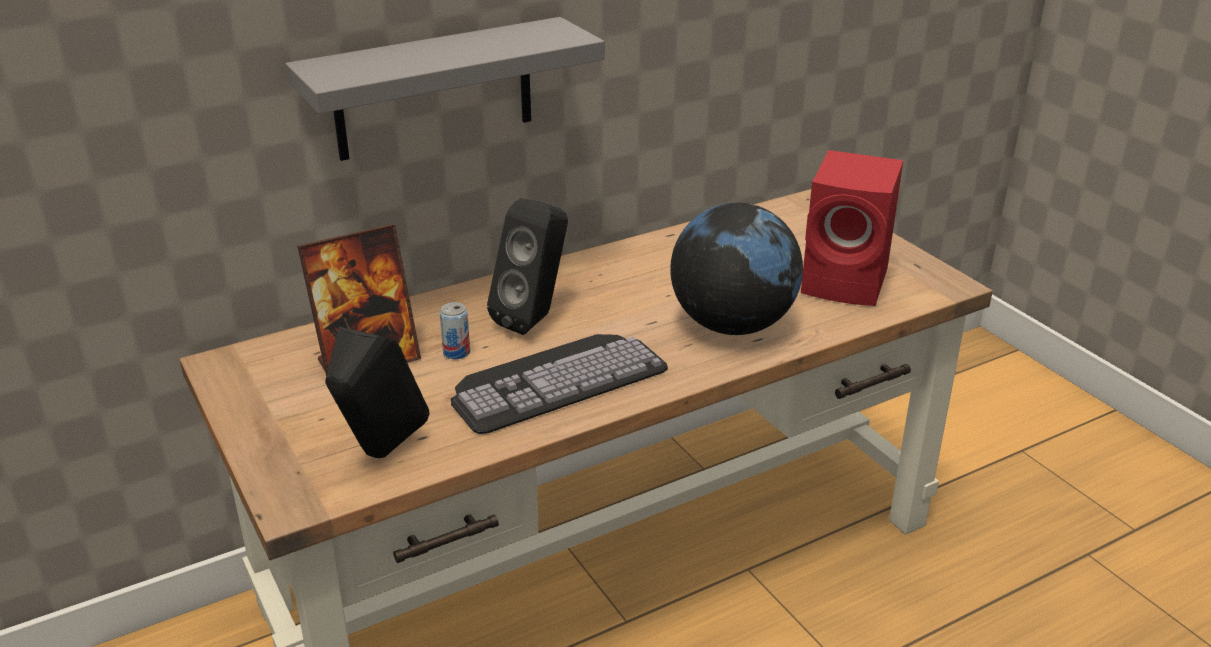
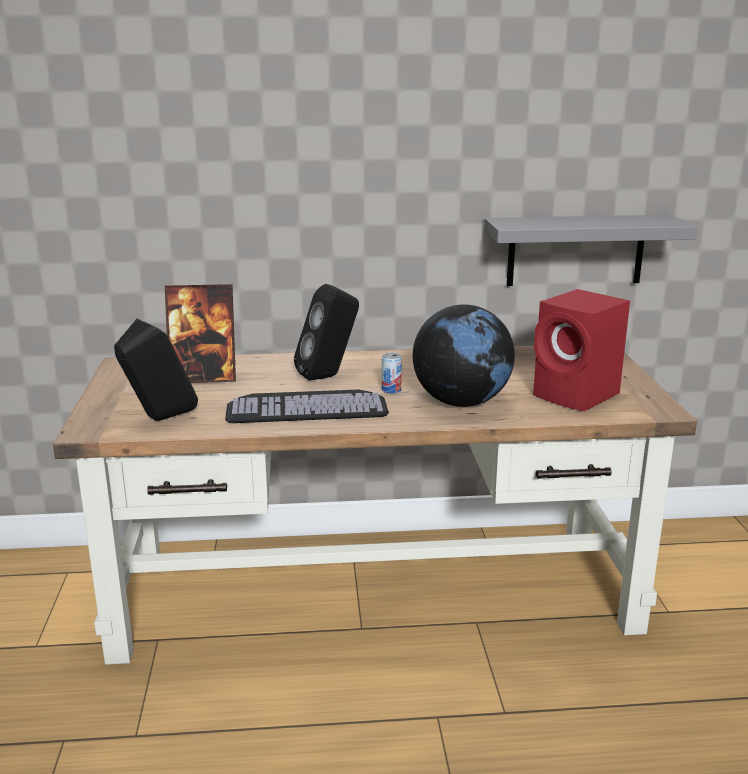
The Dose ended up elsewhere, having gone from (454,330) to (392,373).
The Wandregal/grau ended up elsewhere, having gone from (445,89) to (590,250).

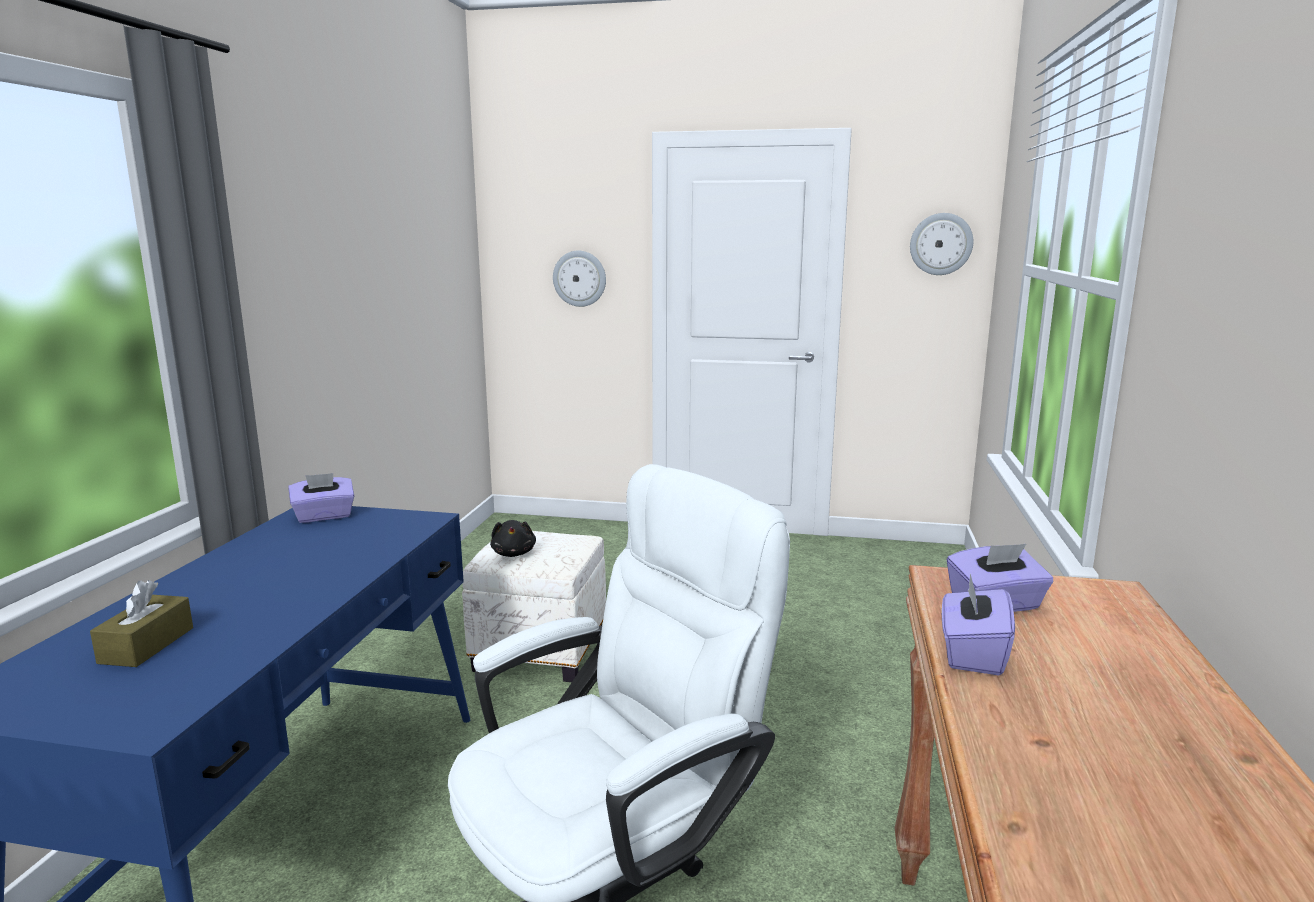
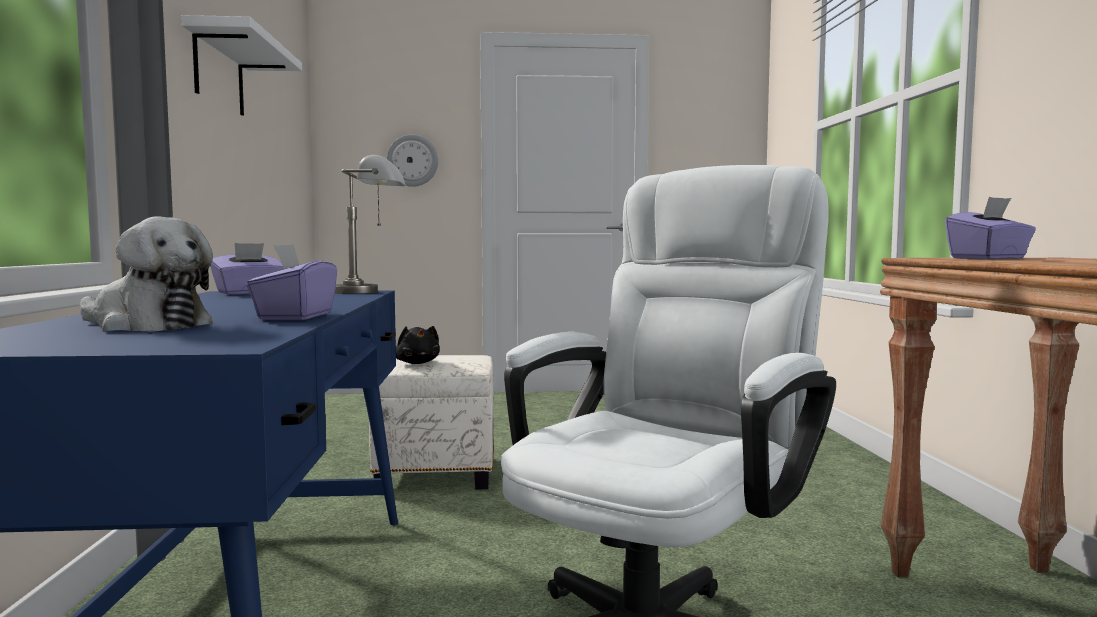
Where the Taschentuchbox/braun stood at (141,623), the Plüschtier came to stand at (146,274).
The second view gained the Wandregal/weiß at (241,65).
The Taschentuchbox/lila ended up elsewhere, having gone from (978,624) to (291,282).
The second view gained the Tischlampe/grau at (370,224).
The second view lost the Wanduhr at (941,244).

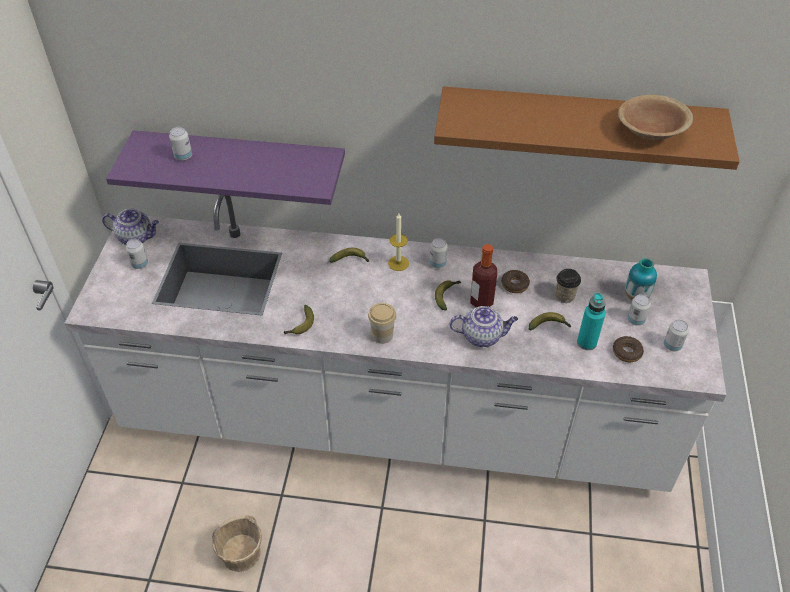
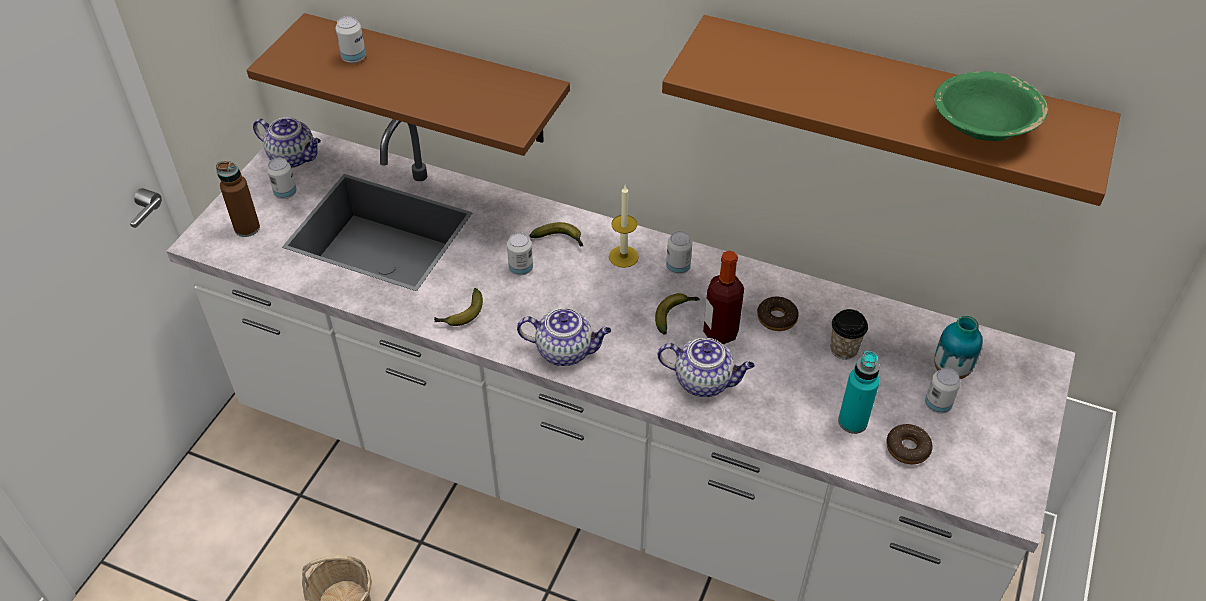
The second view gained the Flasche/braun at (238,199).
What was the Wandregal/lila at (225,167) turned into the Wandregal/braun at (408,84).
The Dose ended up elsewhere, having gone from (676,335) to (520,254).
Where the Tasse stood at (382,323), the Teekanne came to stand at (564,337).
What was the Schüssel/braun at (655,117) turned into the Schüssel/grün at (991,106).
The second view lost the Banane at (550,321).

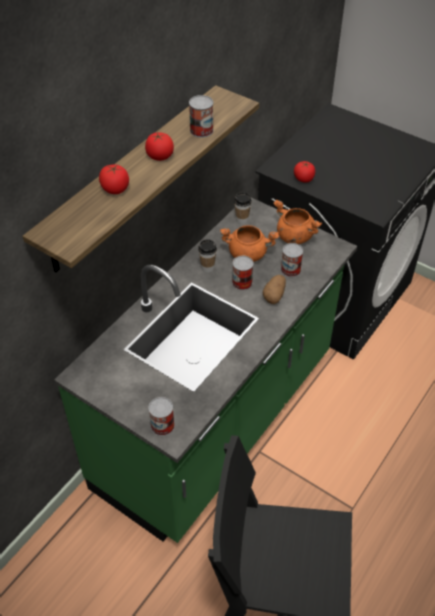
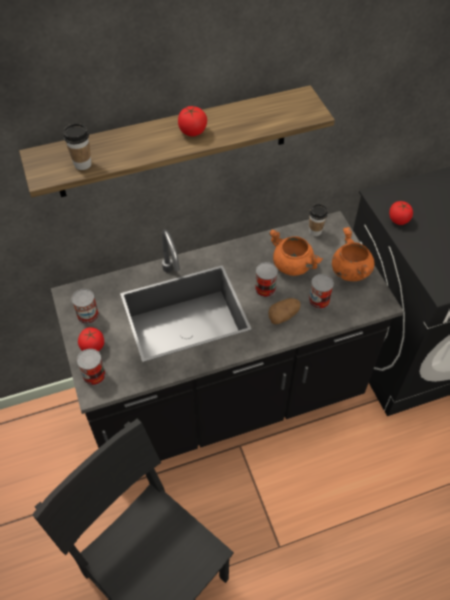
What was the Küchenzeile/grün at (205,370) turned into the Küchenzeile/schwarz at (227,336).
The Tasse ended up elsewhere, having gone from (207,256) to (77,146).
The Dose ended up elsewhere, having gone from (201,116) to (85,306).
The Tomate ended up elsewhere, having gone from (114,179) to (91,339).

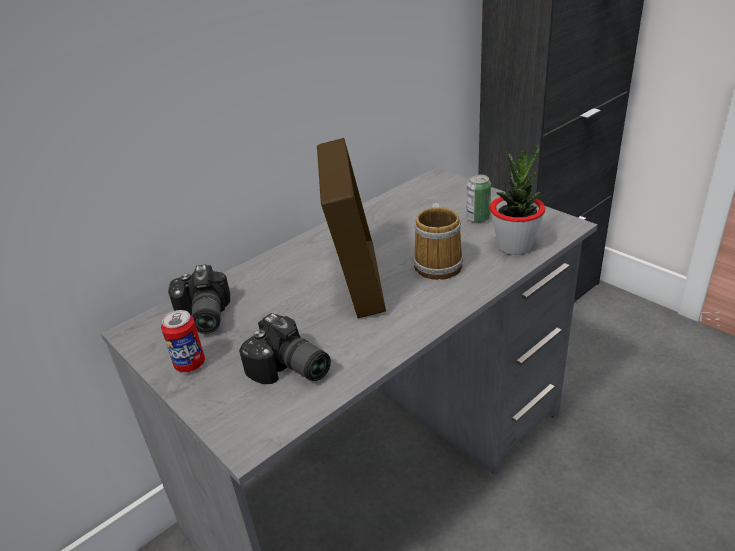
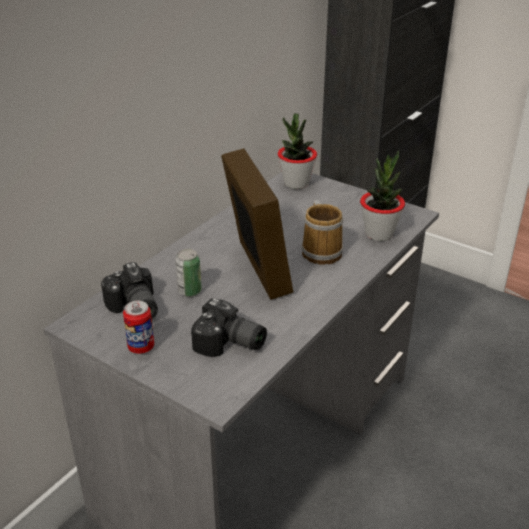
The Dose ended up elsewhere, having gone from (478,198) to (188,273).
The second view gained the Topfpflanze at (297,151).

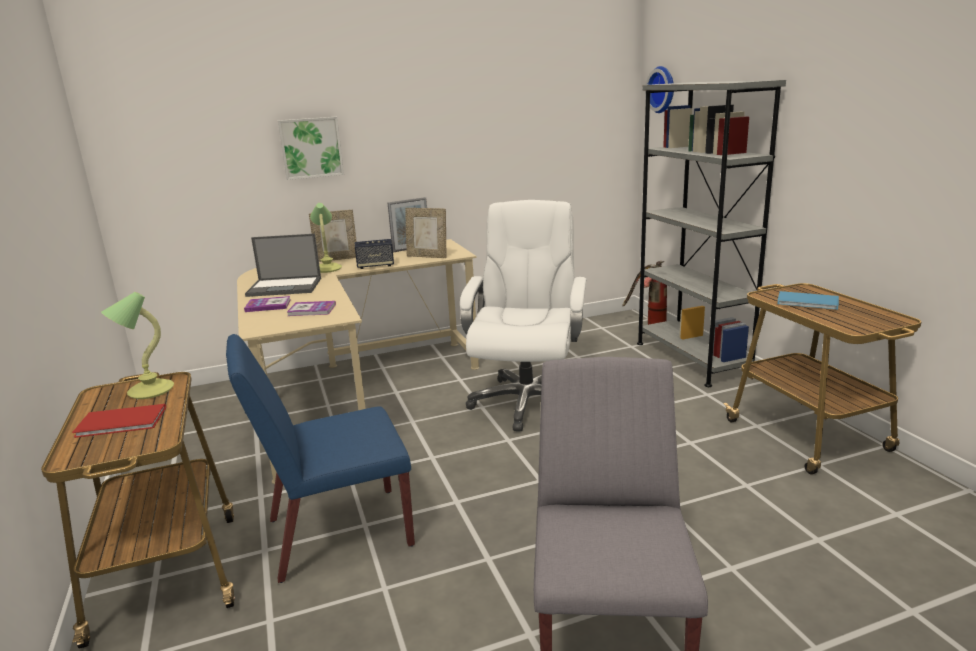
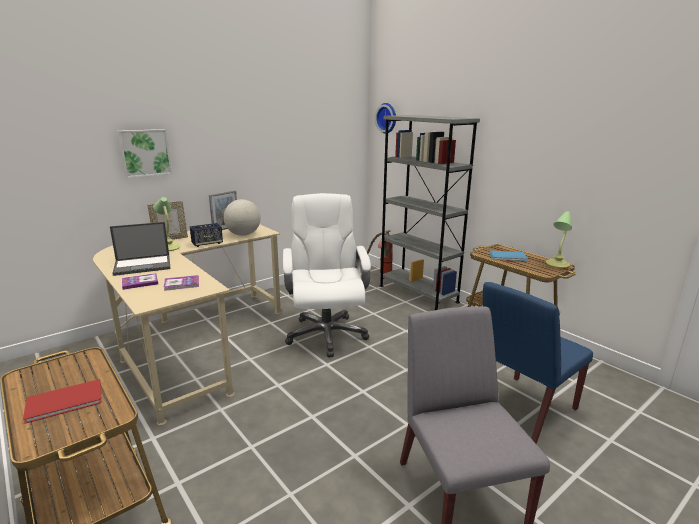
Where the Bilderrahmen stood at (425,233), the Globus came to stand at (242,217).
The Stuhl/blau ended up elsewhere, having gone from (320,458) to (538,363).
The Tischlampe ended up elsewhere, having gone from (137,345) to (559,239).

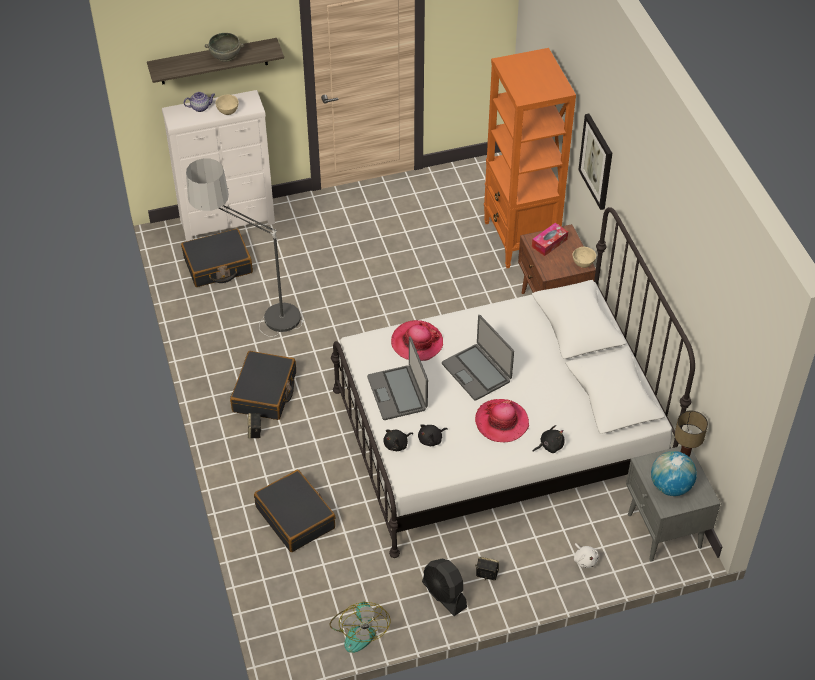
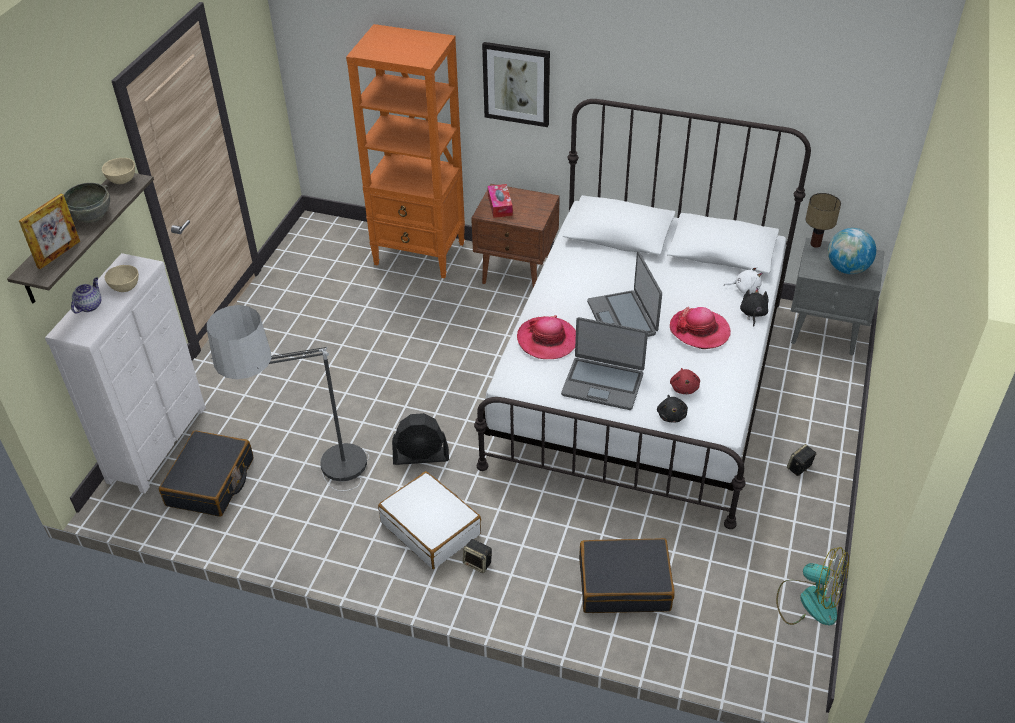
The second view gained the Bilderrahmen at (49,231).
The Schüssel/beige ended up elsewhere, having gone from (584,257) to (118,171).
What was the Koffer/schwarz at (263,385) turned into the Koffer/weiß at (429,520).
The Ventilator/schwarz ended up elsewhere, having gone from (444,587) to (420,439).
The Laptop at (478,358) ended up facing another way, 75 degrees clockwise from before.
What was the Plüschtier/schwarz at (433,435) turned into the Plüschtier/rot at (685,381).
The Plüschtier/weiß ended up elsewhere, having gone from (586,555) to (743,280).

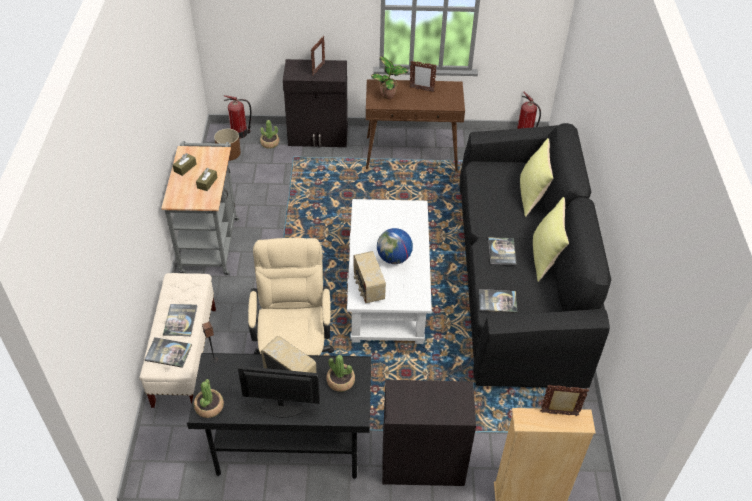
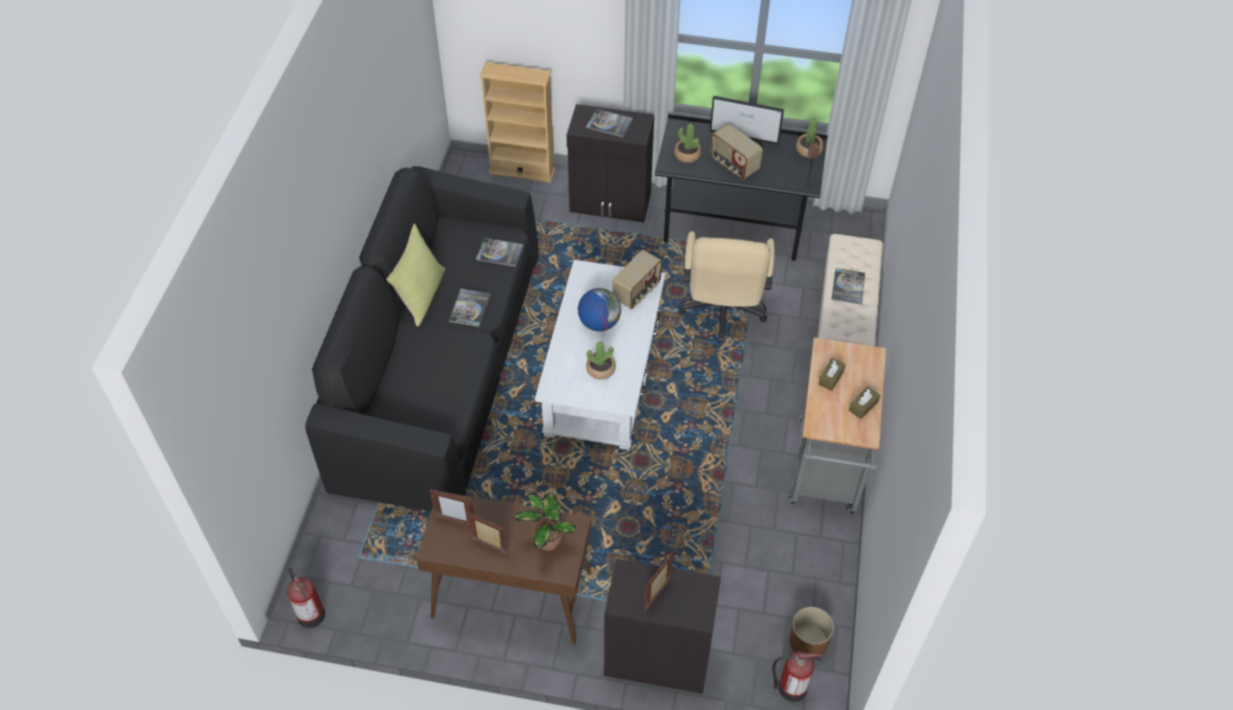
The Bilderrahmen ended up elsewhere, having gone from (564,400) to (451,507).
The Buch ended up elsewhere, having gone from (168,352) to (609,123).
The Topfpflanze ended up elsewhere, having gone from (269,134) to (601,360).
The Radio at (369,277) ended up facing another way, 45 degrees clockwise from before.
The second view lost the Kissen/gelb at (536,177).

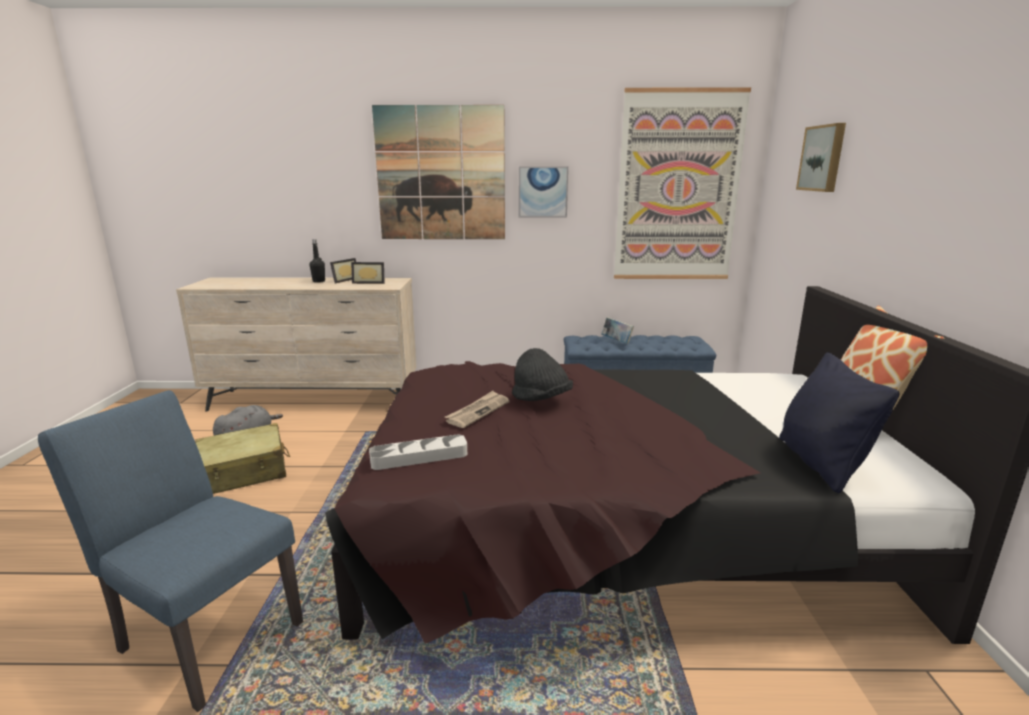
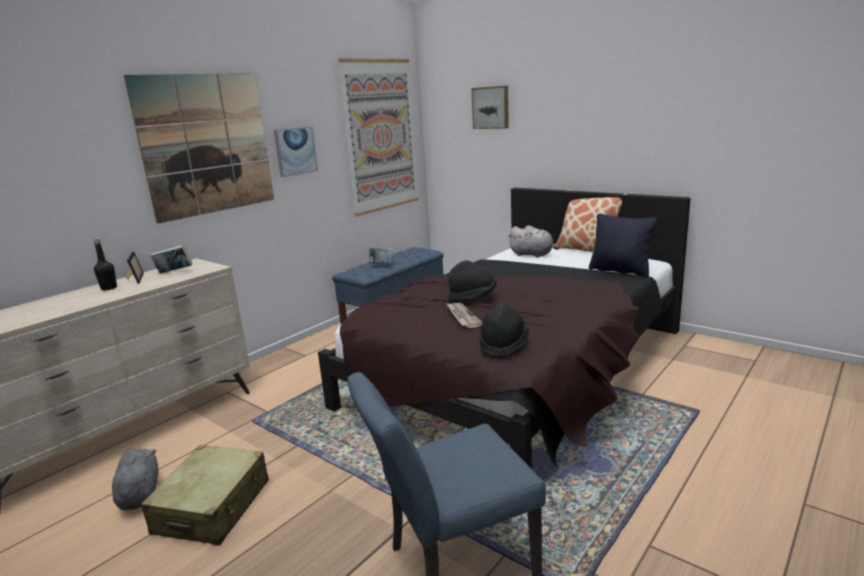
Where the Bilderrahmen stood at (368,273), the Buch came to stand at (171,259).
Where the Tablett/grau stood at (418,452), the Hut/schwarz came to stand at (504,331).
The second view gained the Plüschtier/grau at (533,241).

